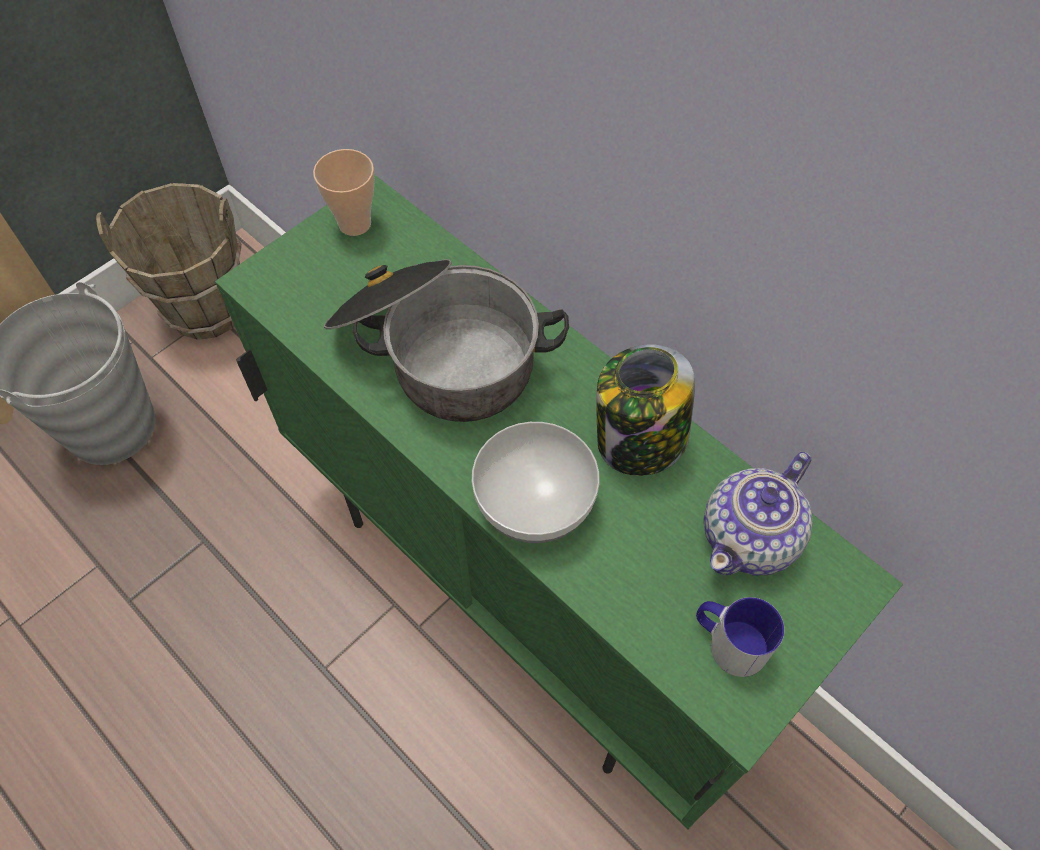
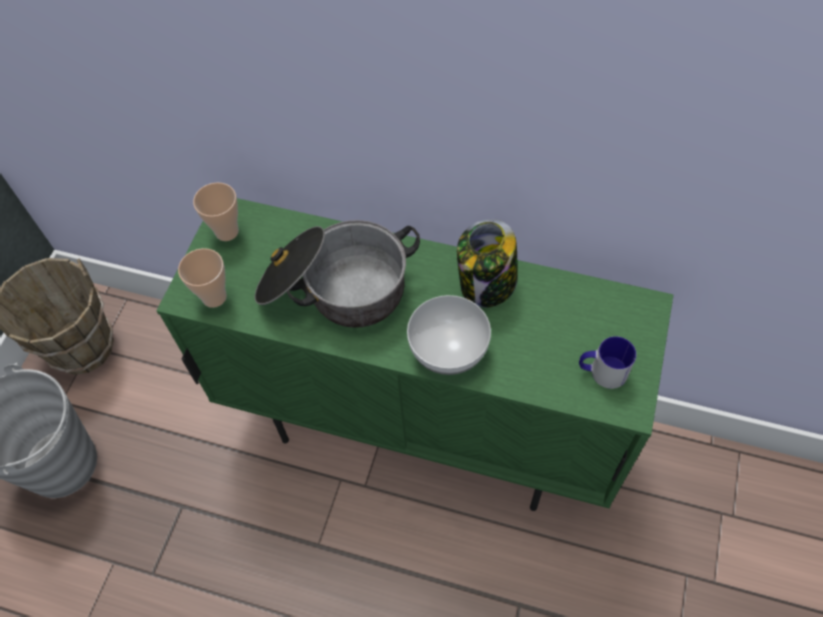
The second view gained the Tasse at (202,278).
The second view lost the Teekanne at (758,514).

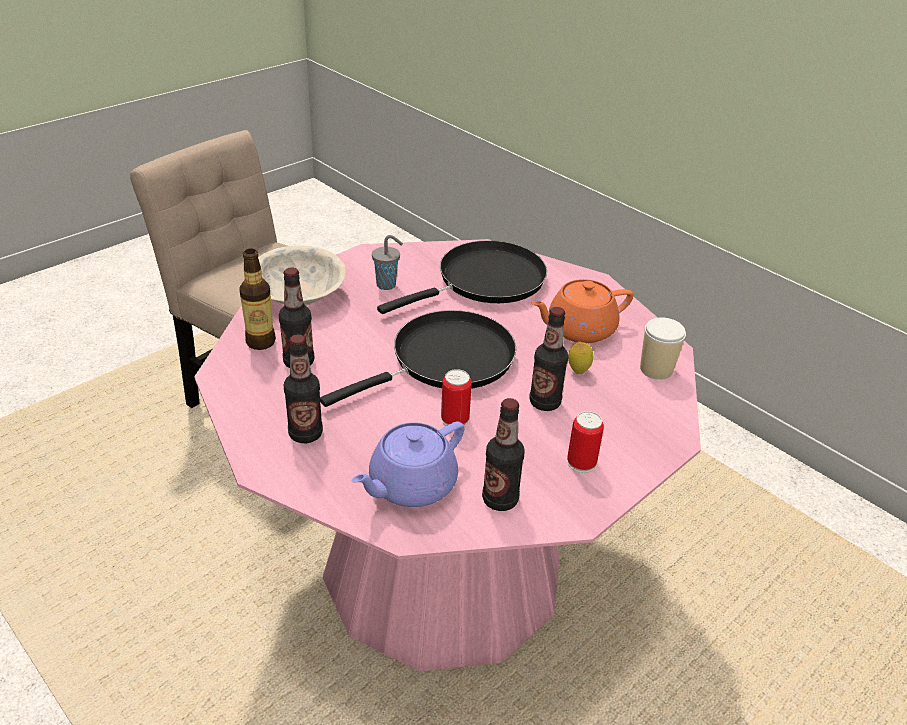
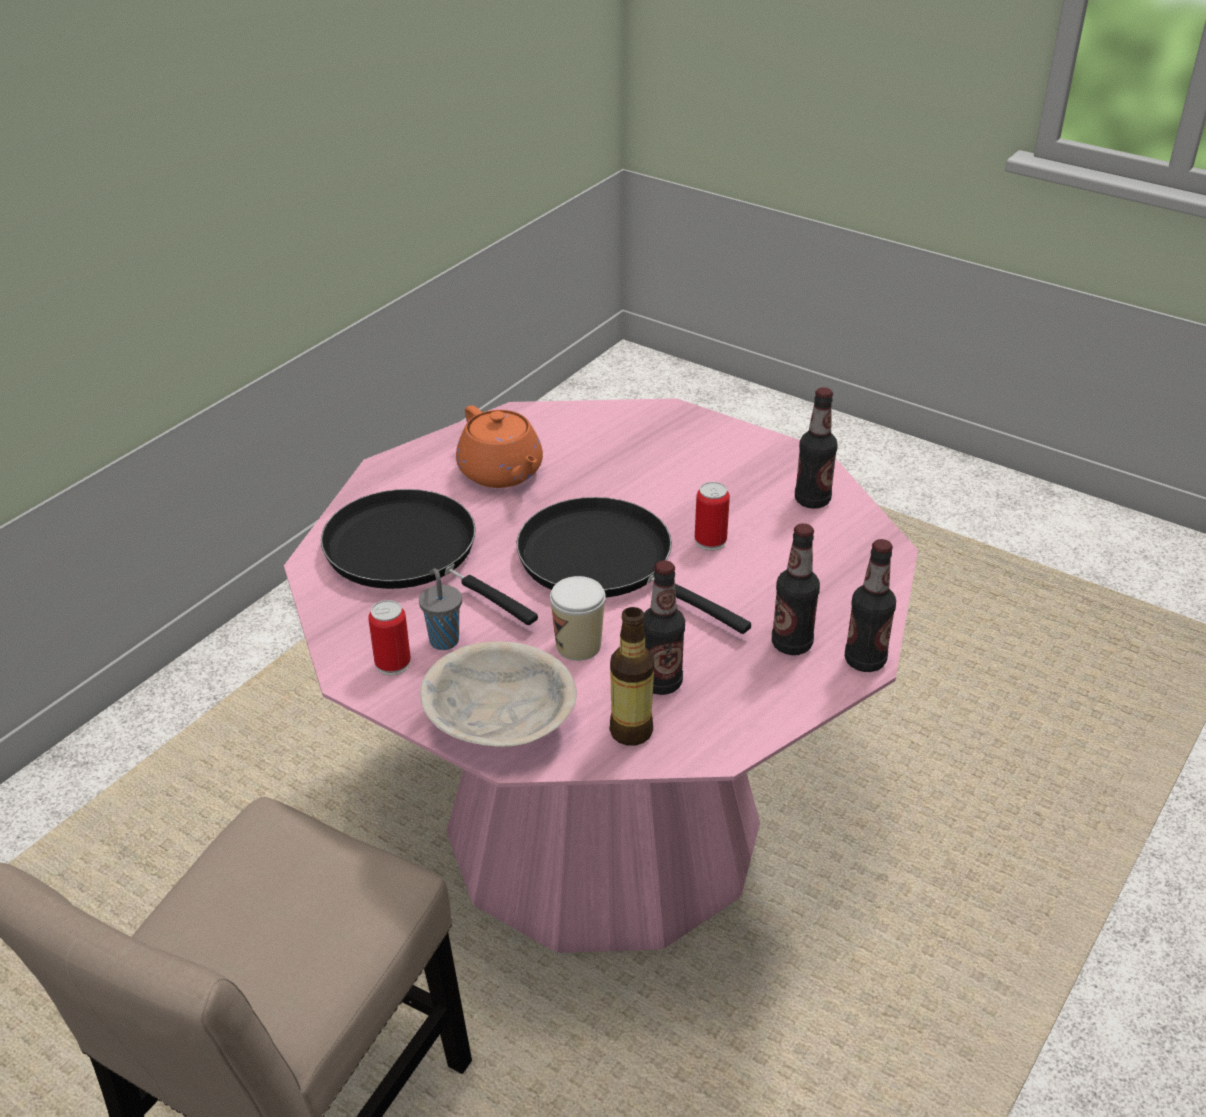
The Dose ended up elsewhere, having gone from (585,442) to (389,637).
The Tasse ended up elsewhere, having gone from (663,348) to (578,618).
The Flasche ended up elsewhere, having gone from (548,359) to (870,605).
The second view lost the Teekanne/lila at (408,464).
The second view lost the Zitrone at (580,358).

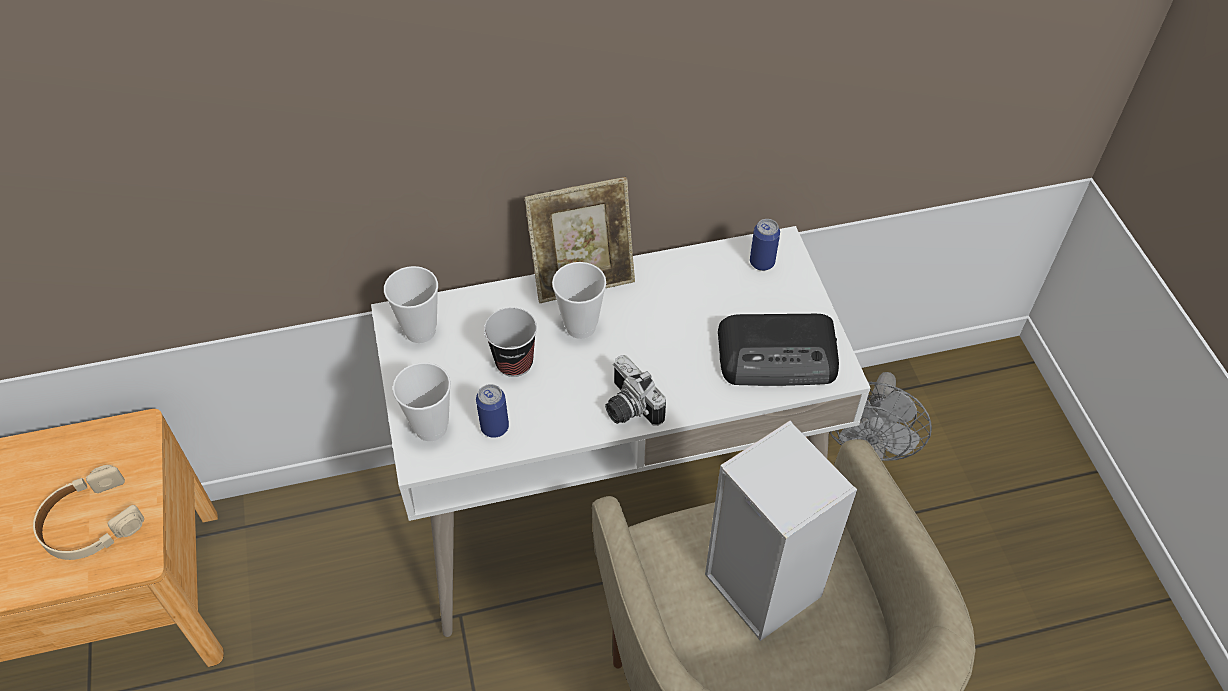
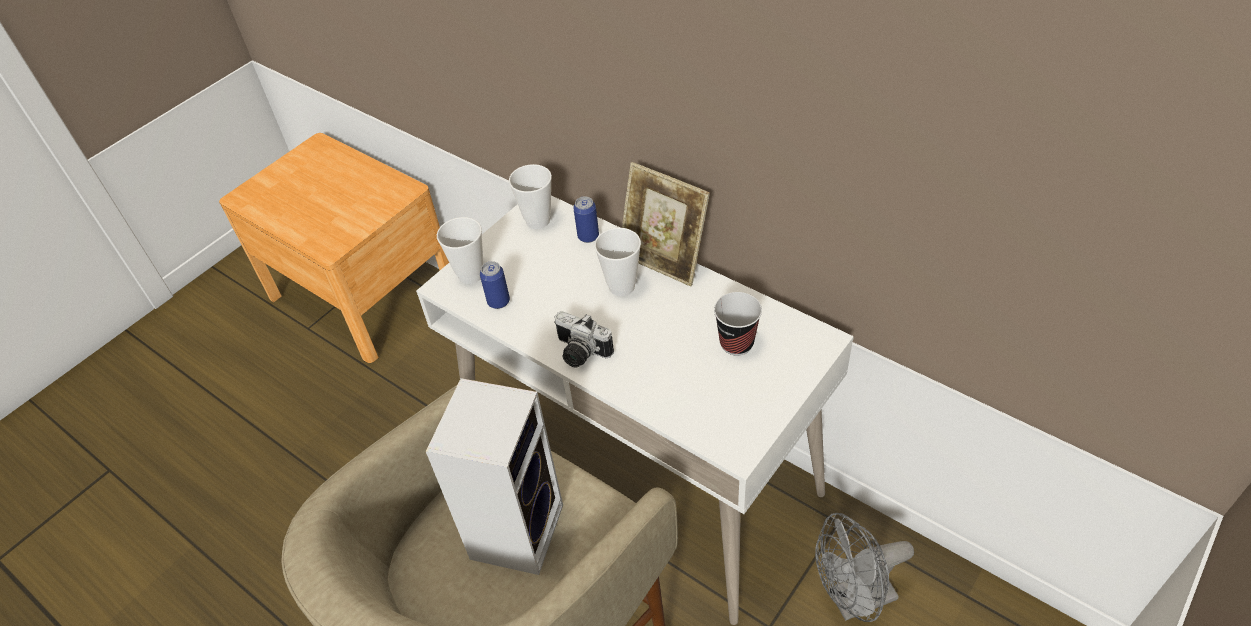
The Kamera at (635,390) ended up facing another way, 75 degrees counterclockwise from before.
The Dose ended up elsewhere, having gone from (765,245) to (586,219).
The Tasse ended up elsewhere, having gone from (510,342) to (738,324).
The second view lost the Kopfhörer/beige at (88,512).
The second view lost the Radio at (778,350).

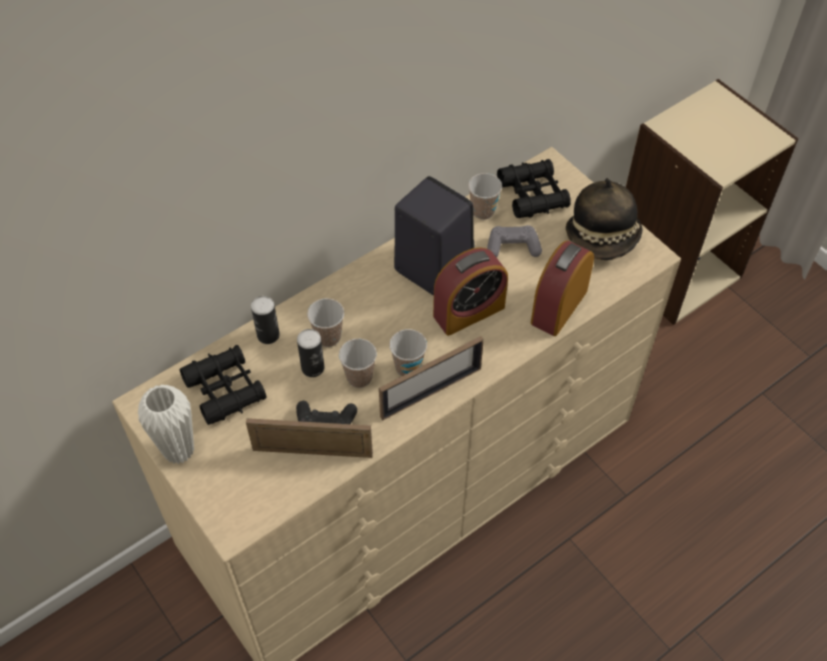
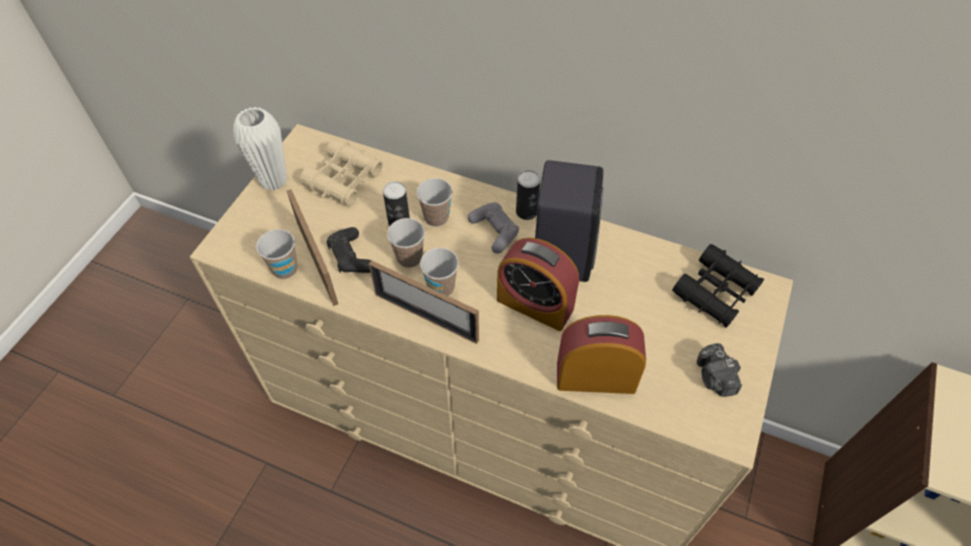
The Tasse ended up elsewhere, having gone from (485,196) to (277,254).
What was the Fernglas/schwarz at (223,385) turned into the Fernglas/beige at (341,173).
The Gamepad/grau ended up elsewhere, having gone from (514,241) to (493,228).
The Dose ended up elsewhere, having gone from (265,320) to (528,195).
Where the Hut stood at (604,219), the Kamera came to stand at (719,370).

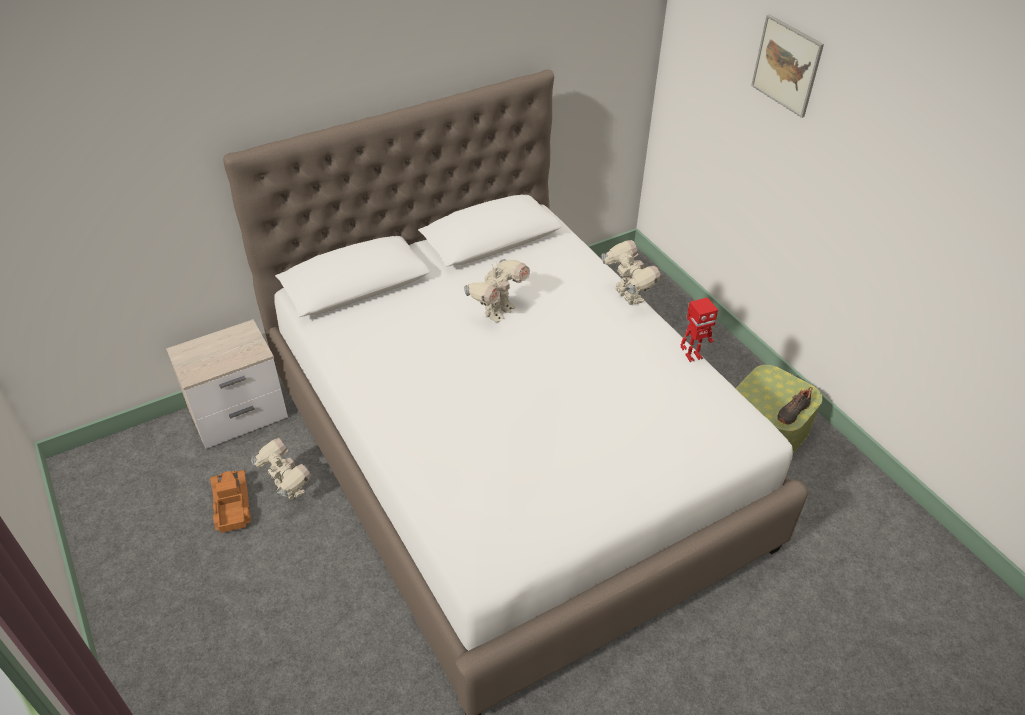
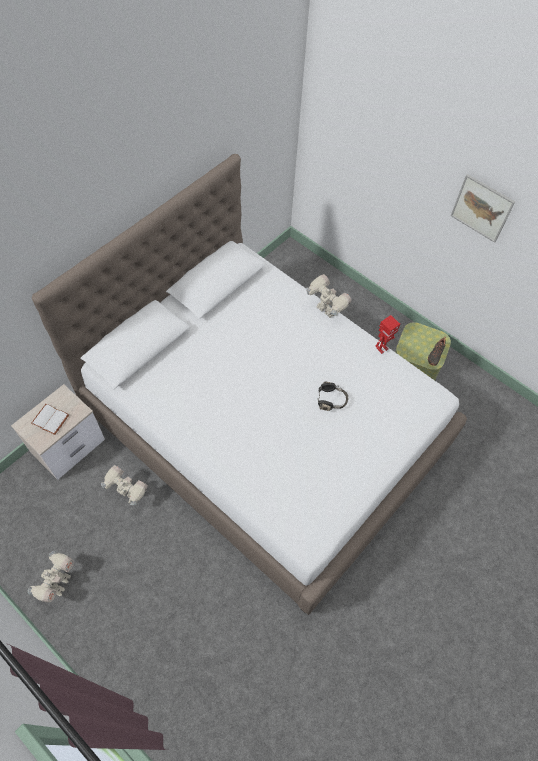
The Spielzeugroboter ended up elsewhere, having gone from (497,290) to (51,576).
The second view gained the Buch/weiß at (50,419).
The second view gained the Kopfhörer/schwarz at (333,396).
The Bild ended up elsewhere, having gone from (787,66) to (483,208).
The second view lost the Spielzeuglaster at (230,501).

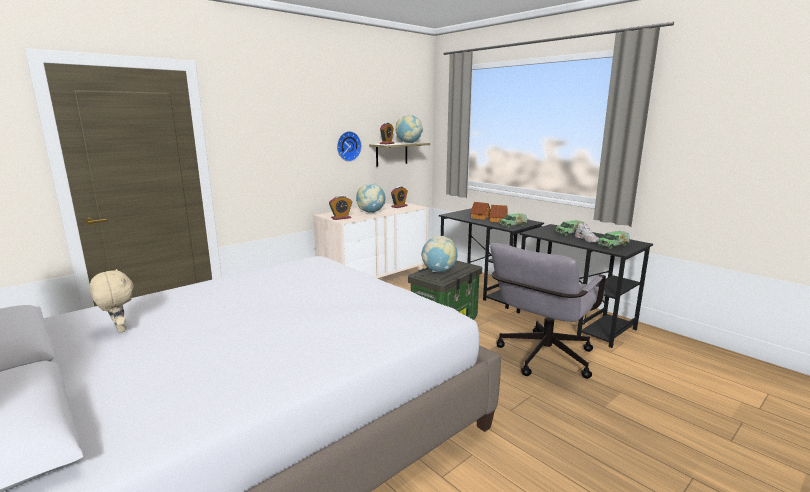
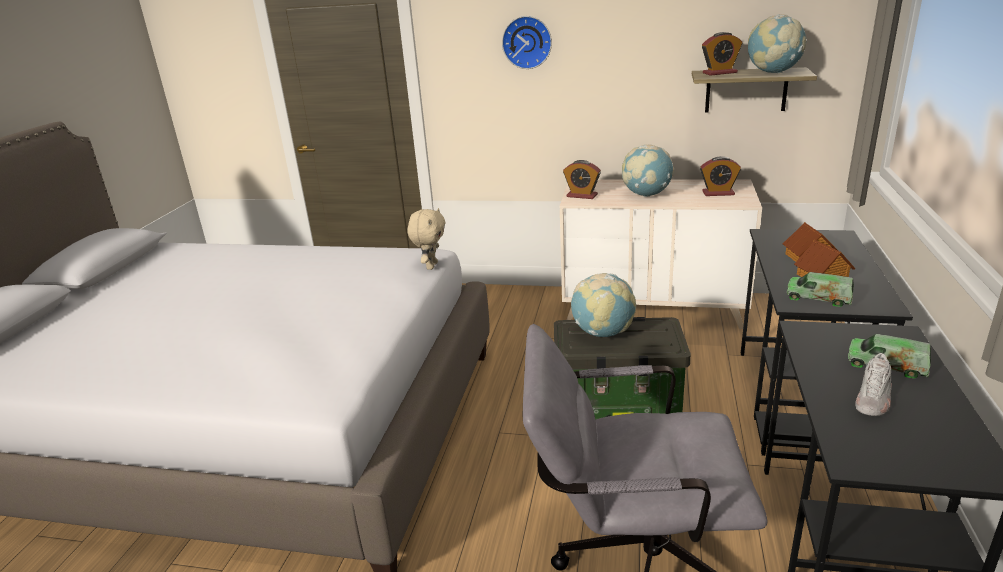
The Plüschtier/beige ended up elsewhere, having gone from (112,301) to (426,239).
The Wanduhr ended up elsewhere, having gone from (349,146) to (527,42).
The second view lost the Spielzeuglaster at (614,240).

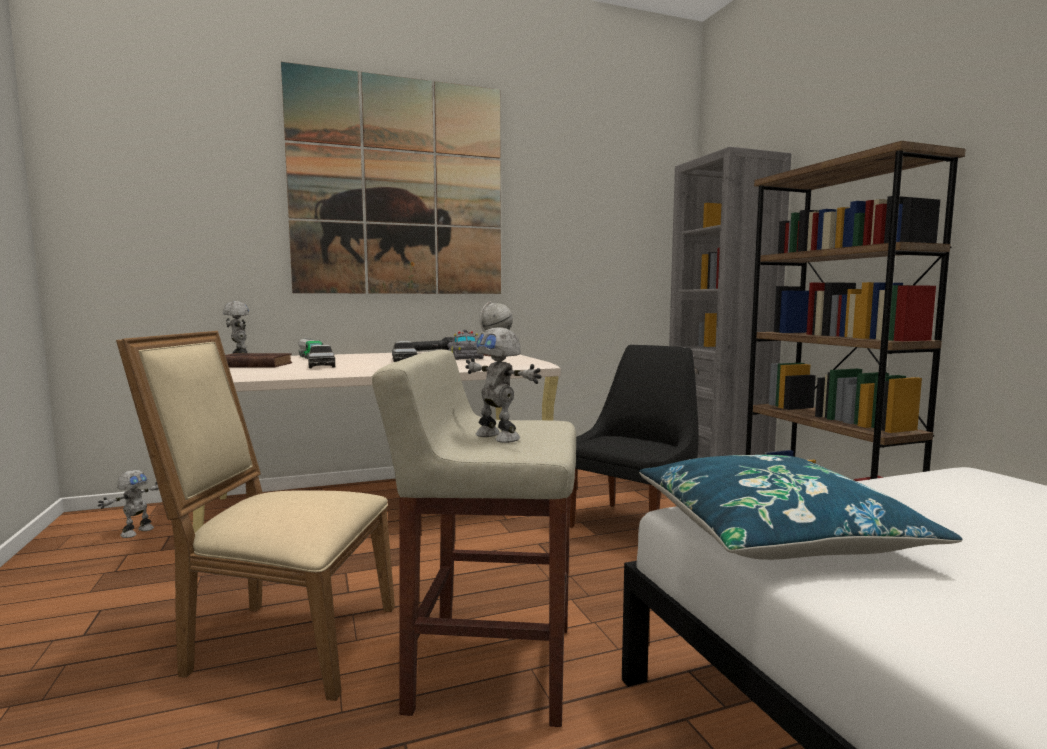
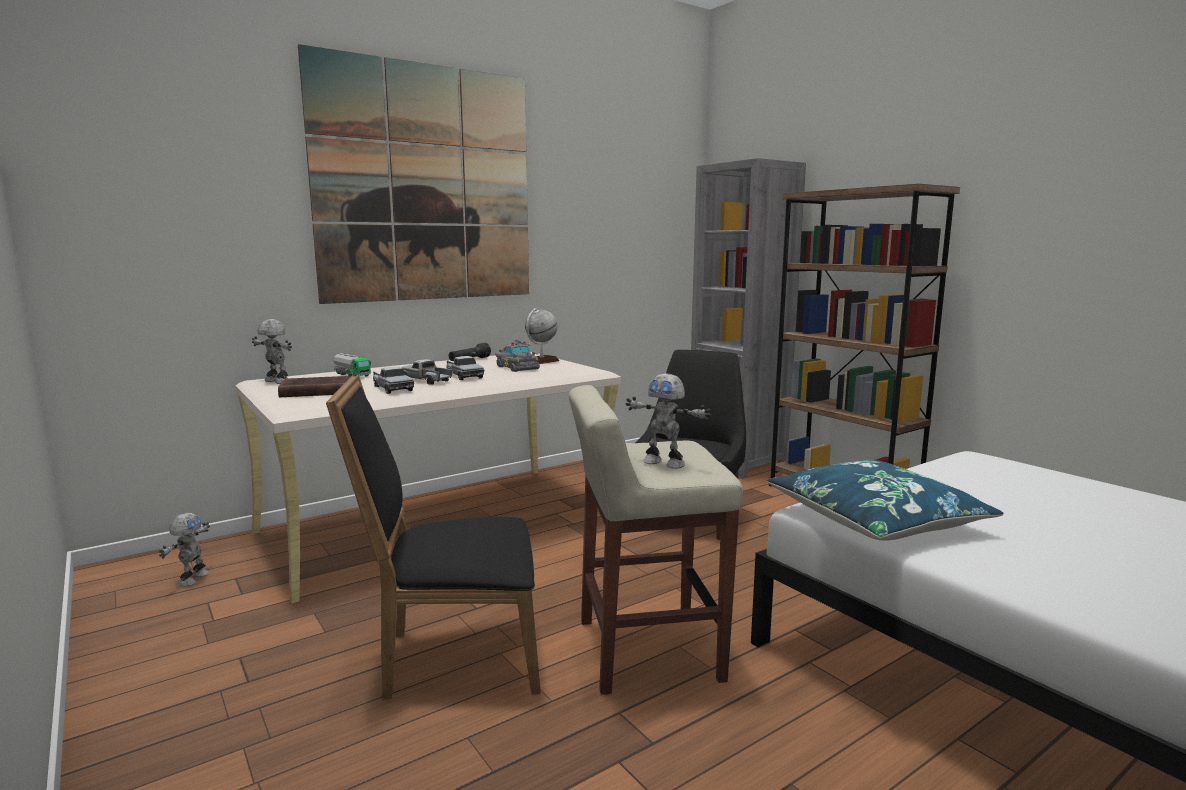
What was the Stuhl/beige at (255,516) turned into the Stuhl/schwarz at (433,537).
The second view gained the Spielzeuglaster at (426,372).

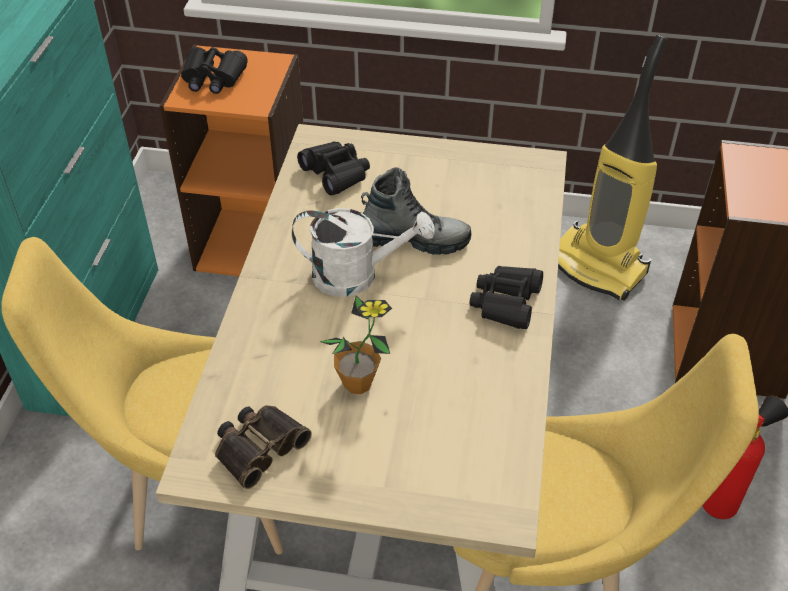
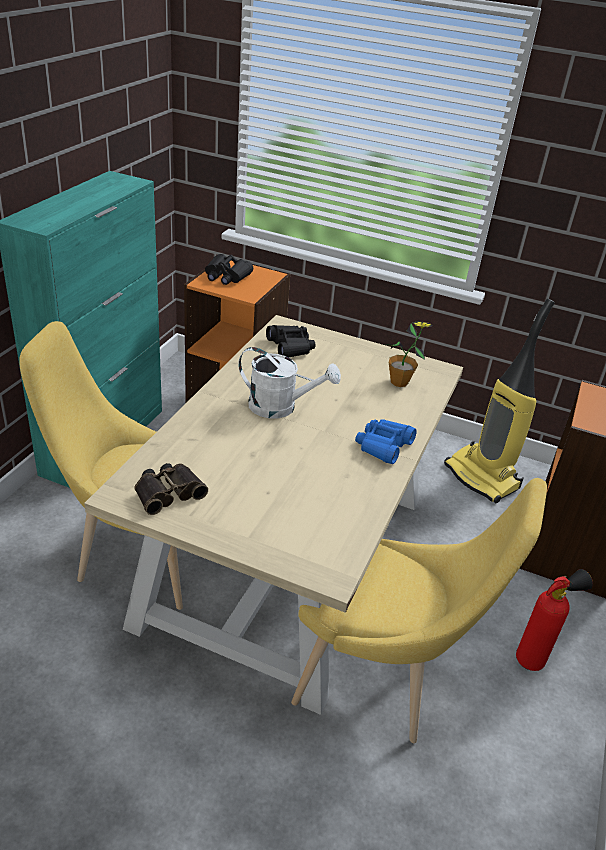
What was the Fernglas/schwarz at (506,297) turned into the Fernglas/blau at (385,441).
The Topfpflanze ended up elsewhere, having gone from (355,345) to (409,354).
The second view lost the Stiefel at (416,211).

